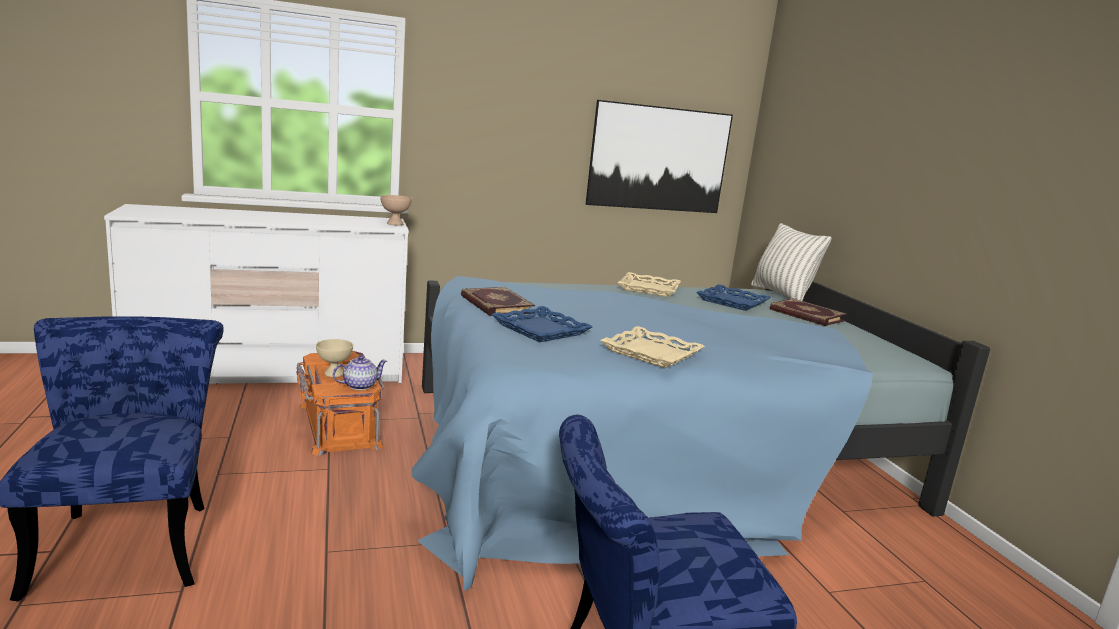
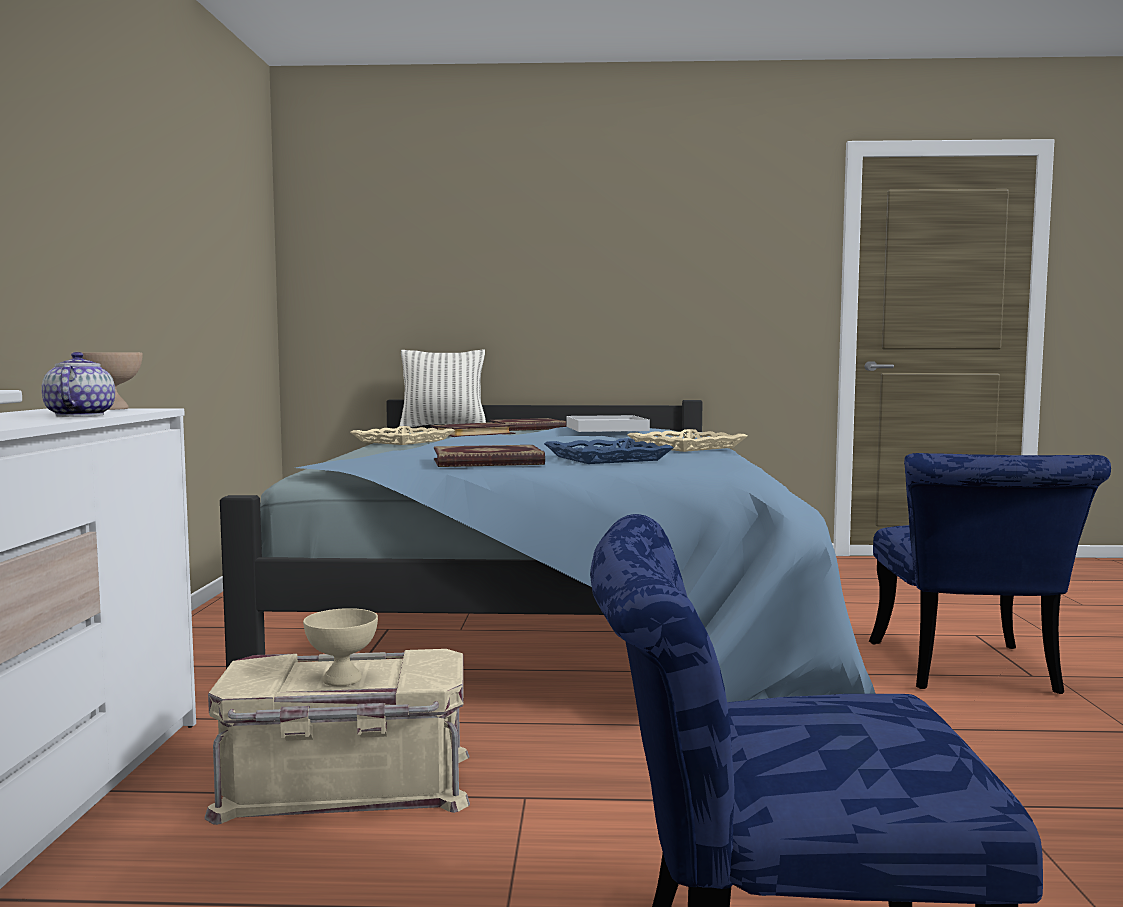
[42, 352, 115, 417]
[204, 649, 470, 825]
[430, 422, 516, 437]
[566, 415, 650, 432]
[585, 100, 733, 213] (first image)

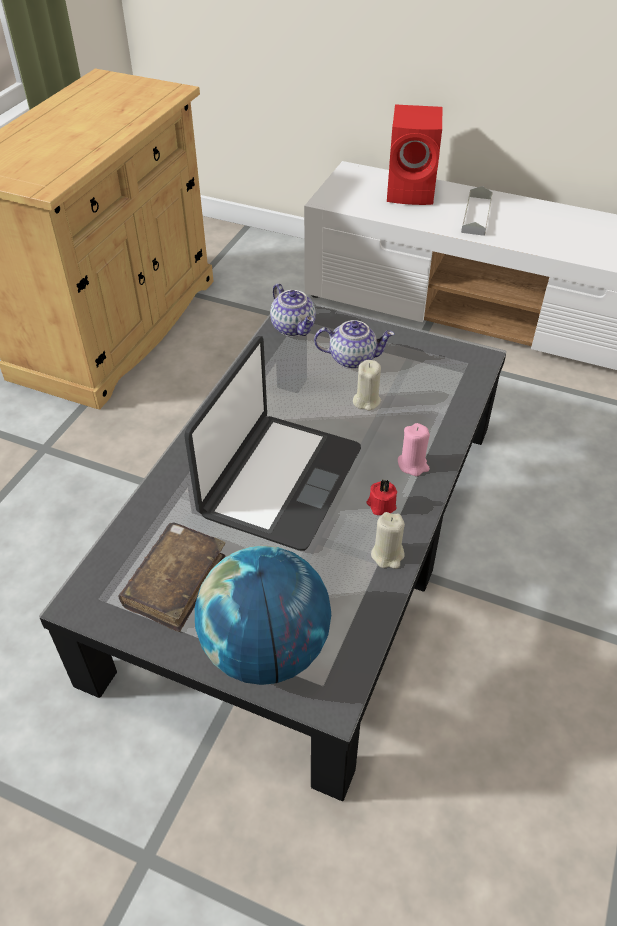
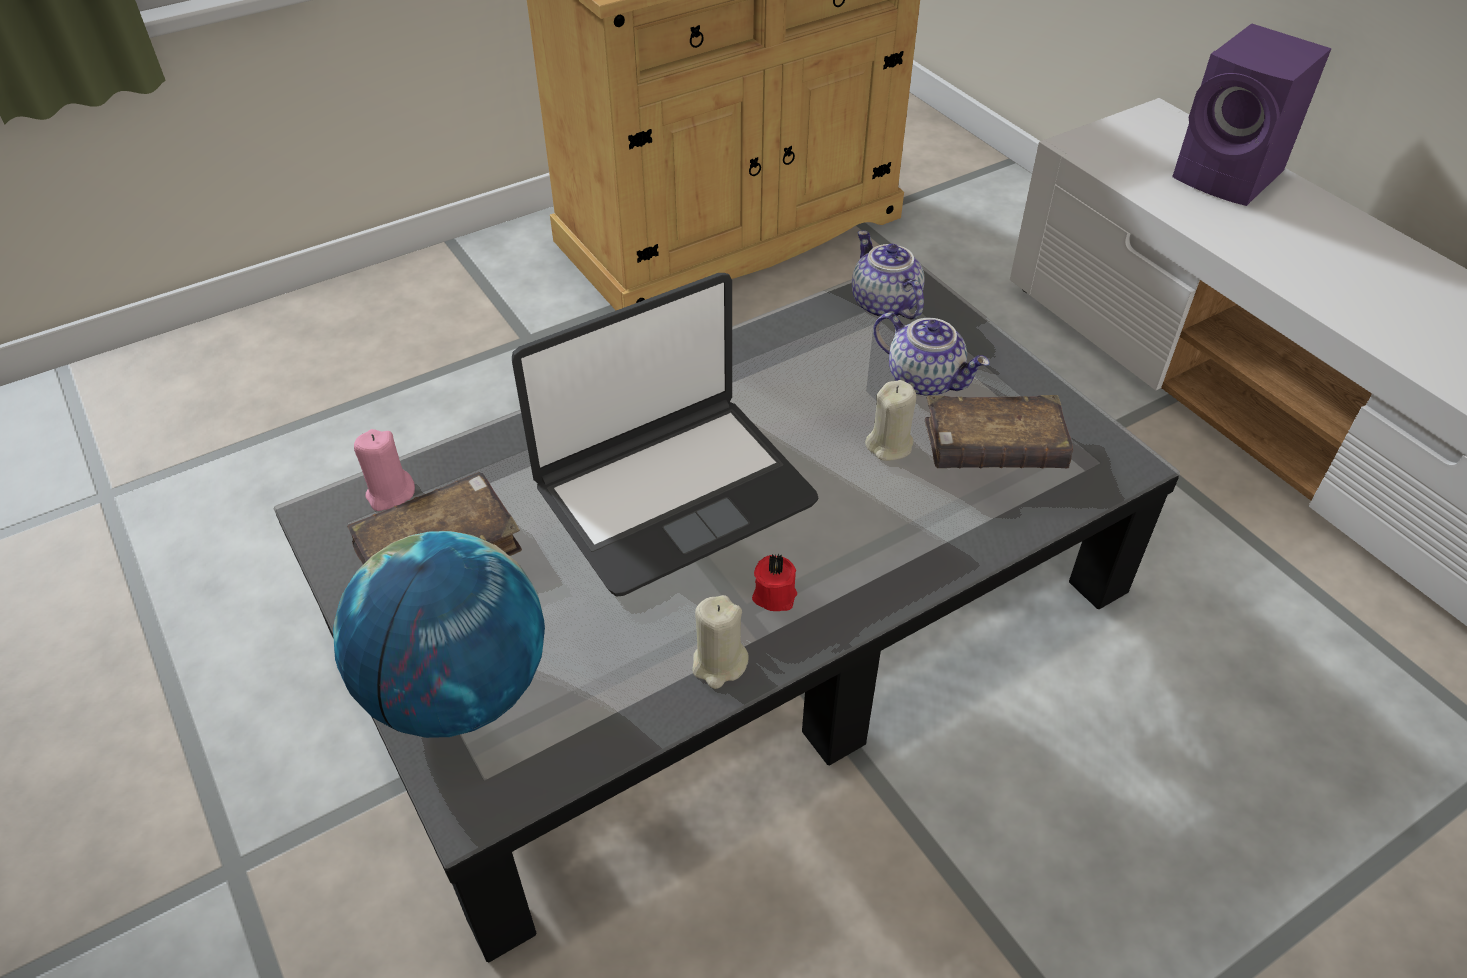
[354, 429, 415, 511]
[852, 230, 925, 319]
[925, 395, 1073, 469]
[1172, 23, 1332, 206]
[461, 186, 493, 236] (first image)

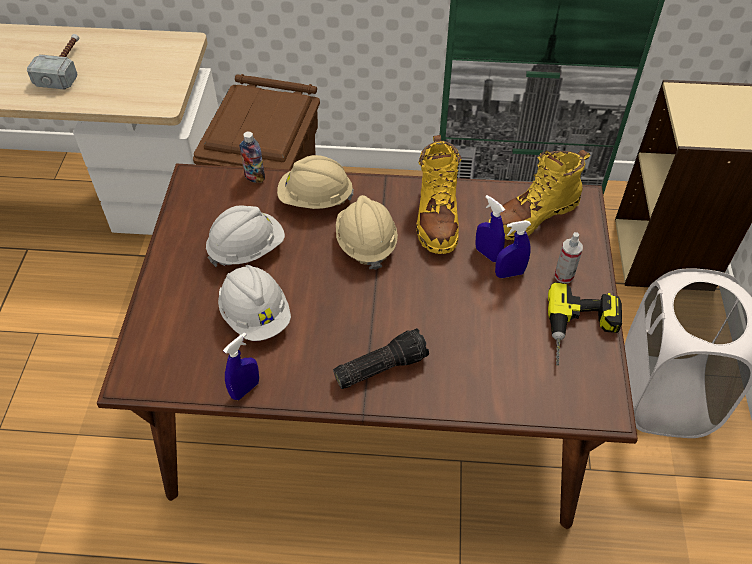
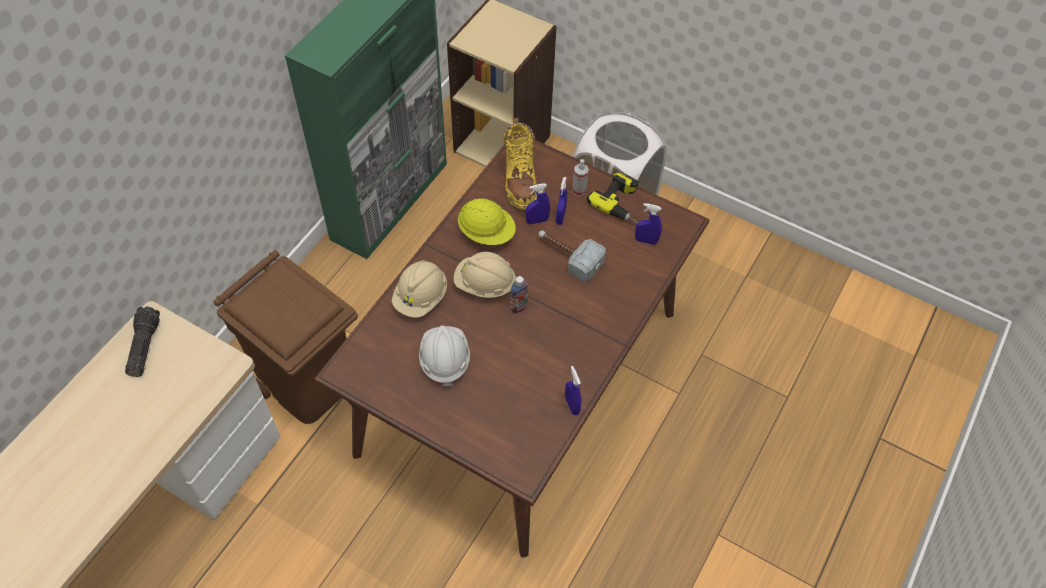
[125, 307, 160, 377]
[458, 198, 516, 245]
[510, 276, 528, 313]
[538, 230, 606, 282]
[635, 203, 662, 245]
[218, 265, 291, 341] (first image)

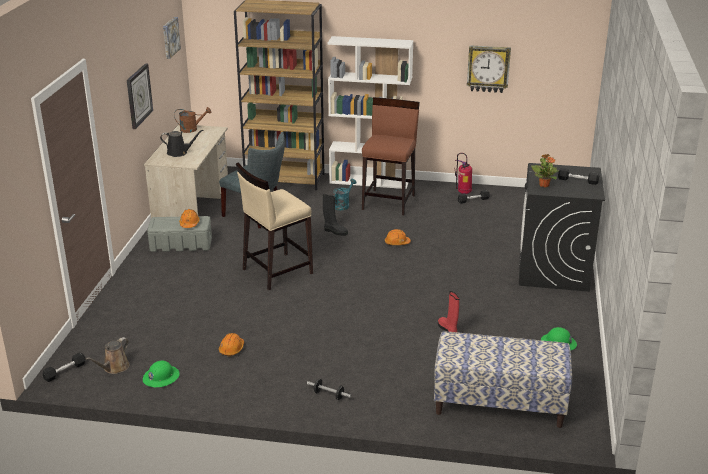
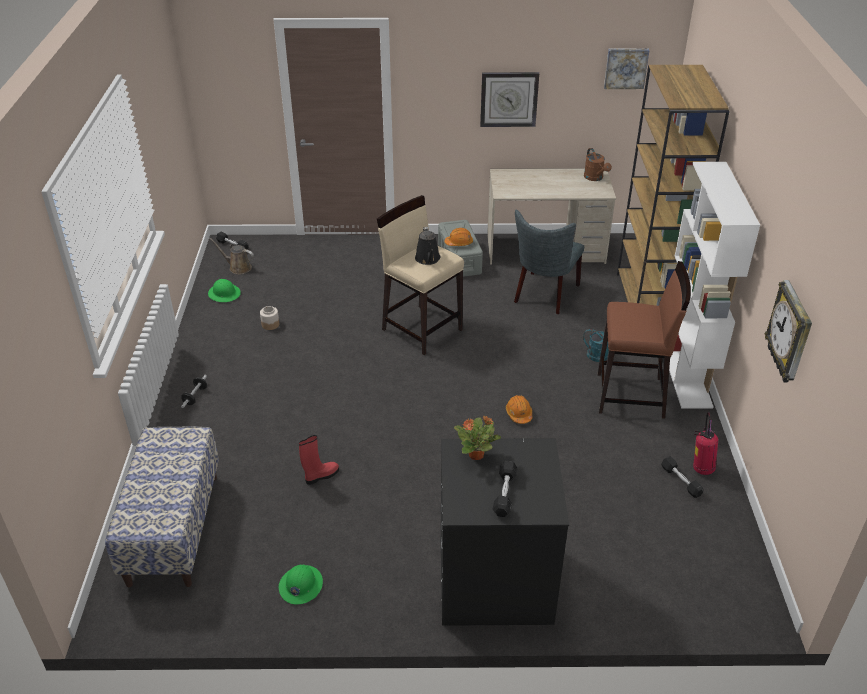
[260, 306, 279, 330]
[415, 227, 440, 265]
[323, 194, 348, 236] (first image)

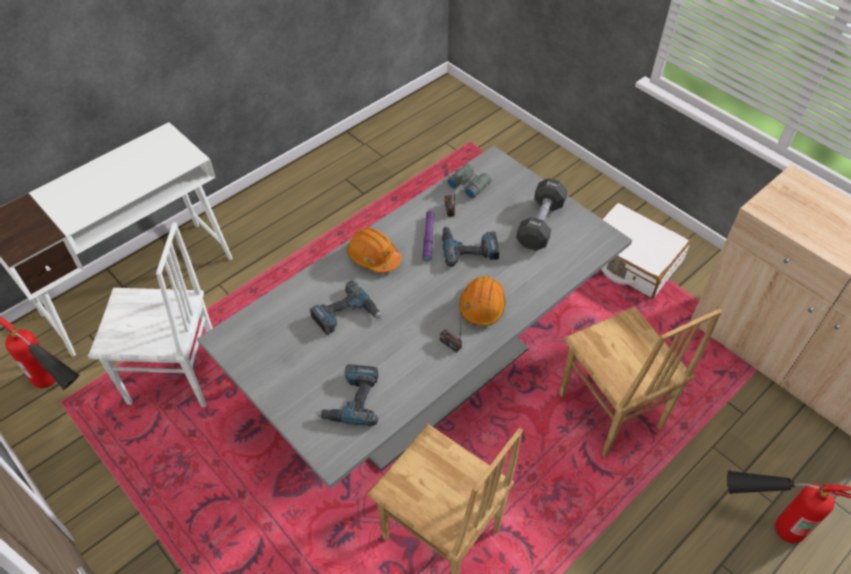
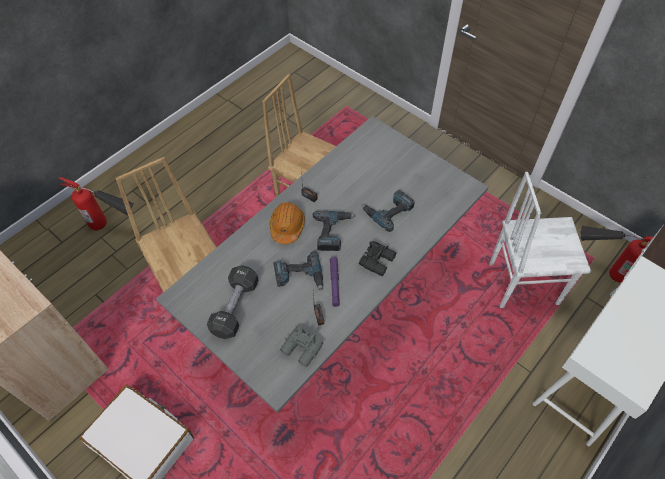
[313, 211, 355, 251]
[359, 241, 396, 276]

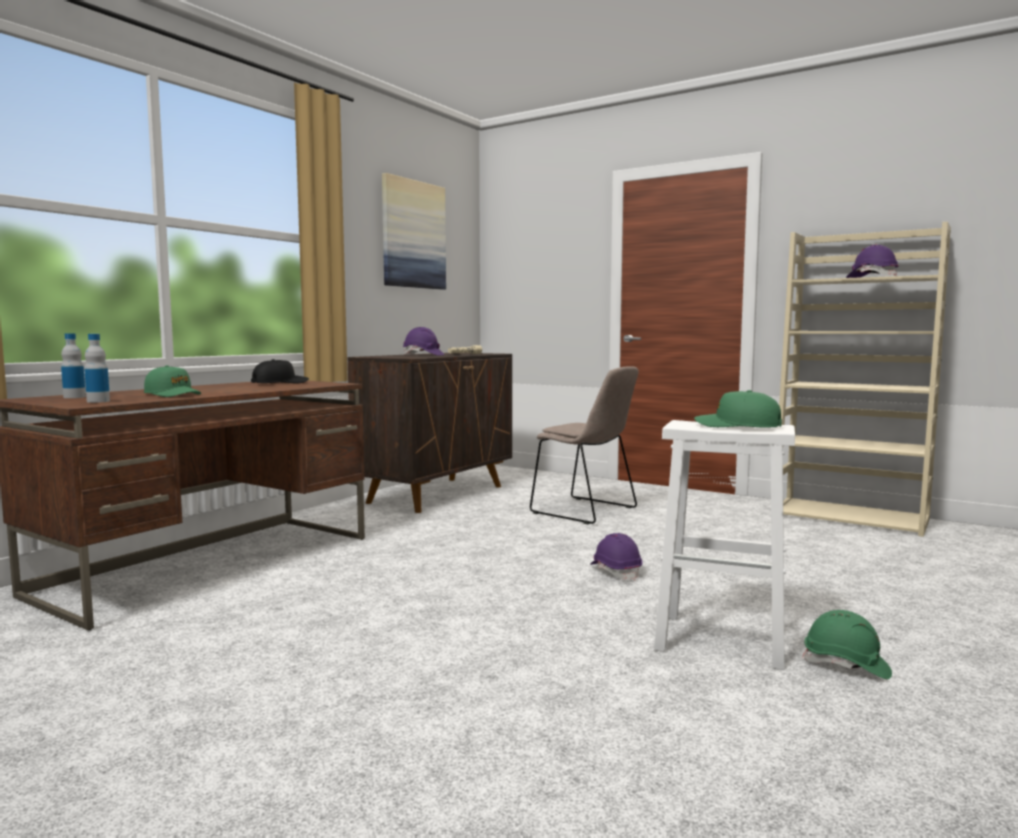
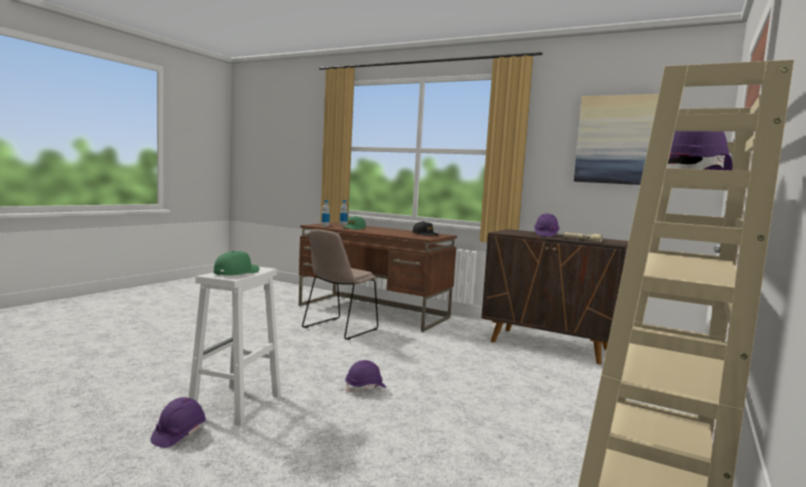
[150, 397, 206, 448]
[302, 229, 378, 340]

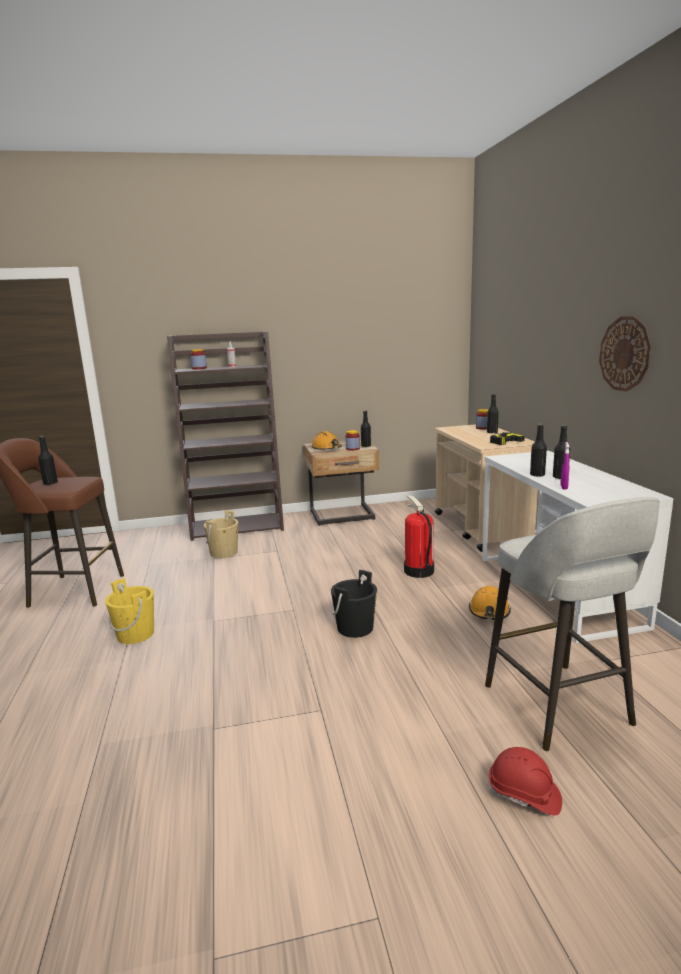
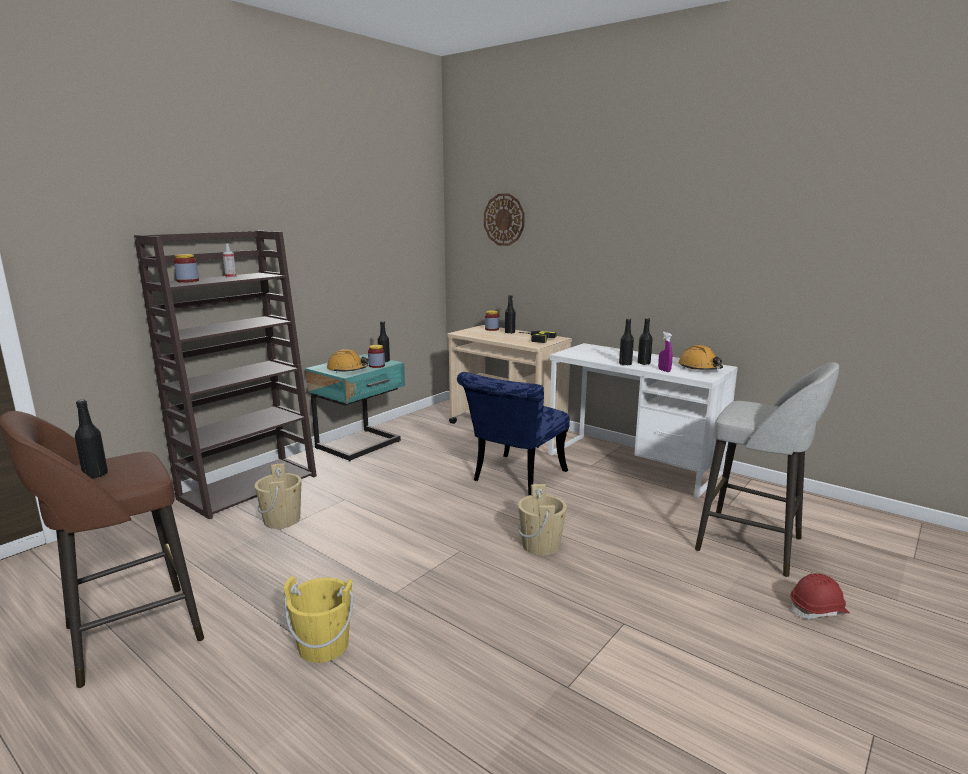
[305, 354, 405, 462]
[457, 372, 570, 495]
[484, 194, 525, 246]
[518, 484, 567, 556]
[678, 345, 723, 370]

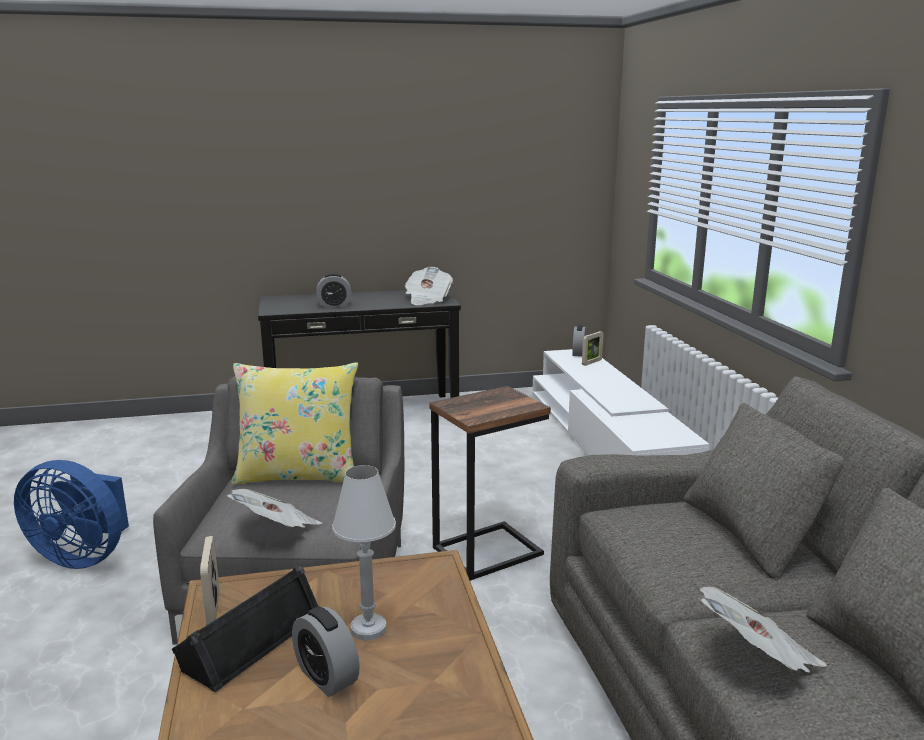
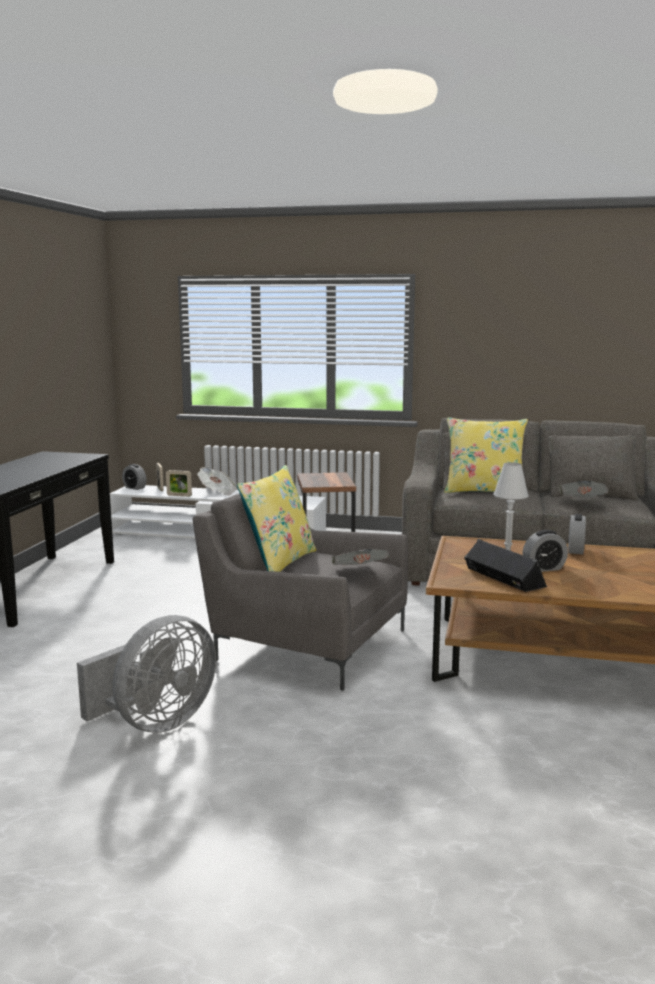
[77, 615, 216, 733]
[166, 470, 192, 497]
[197, 467, 238, 496]
[444, 417, 528, 493]
[568, 514, 586, 554]

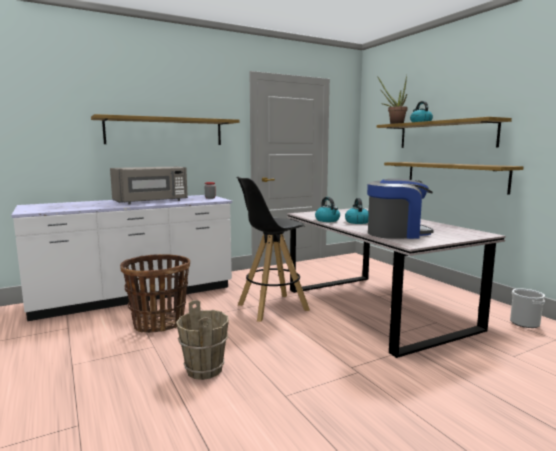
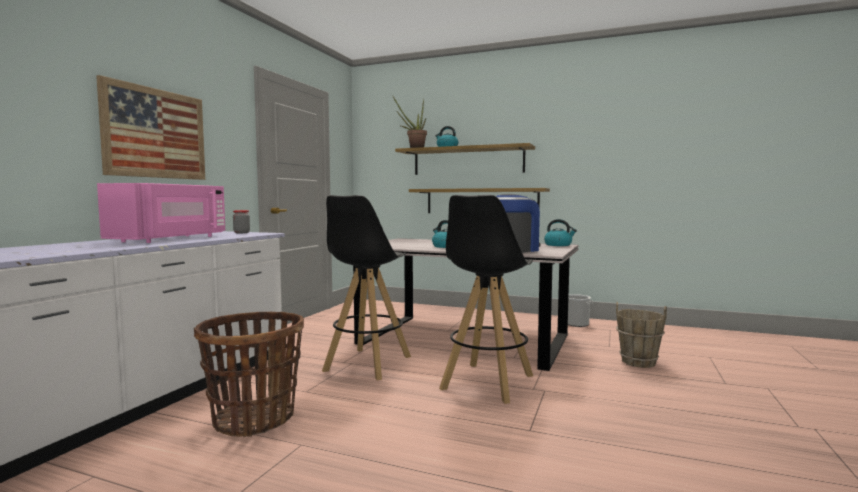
[96, 75, 205, 180]
[97, 183, 225, 243]
[439, 194, 533, 404]
[544, 219, 577, 246]
[616, 302, 667, 368]

